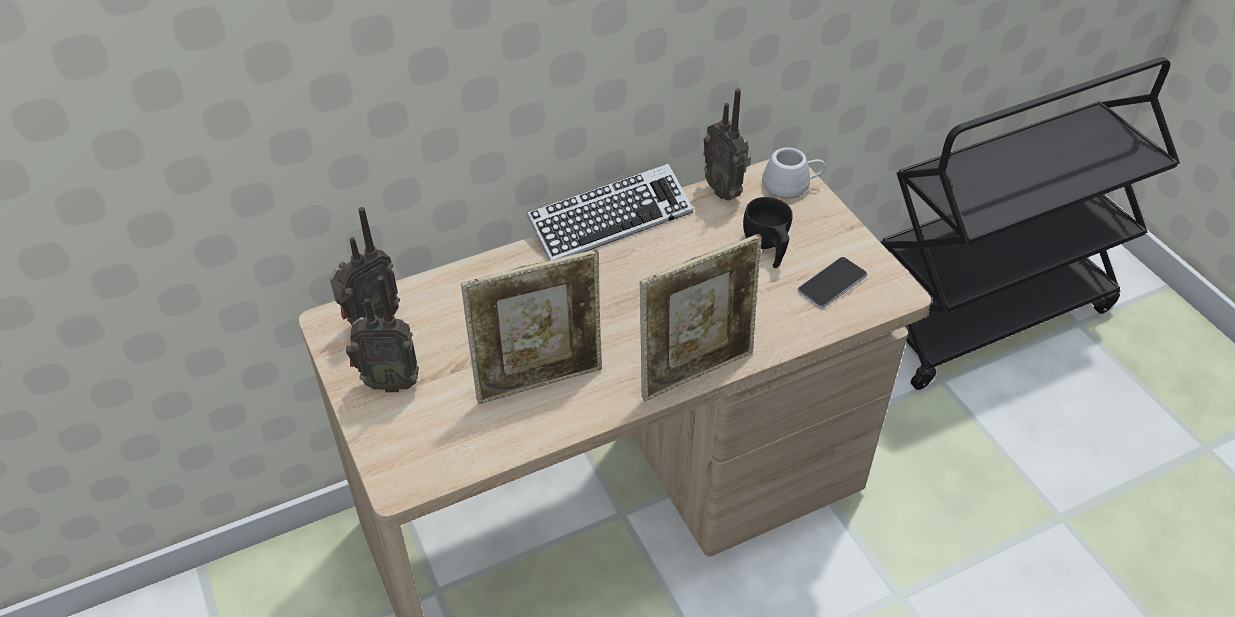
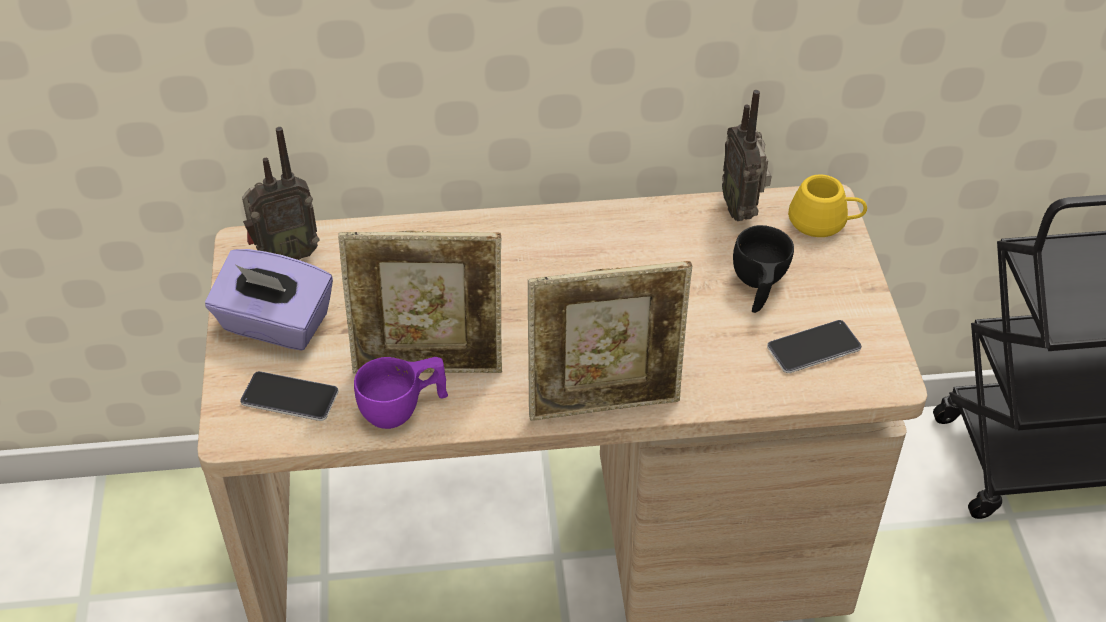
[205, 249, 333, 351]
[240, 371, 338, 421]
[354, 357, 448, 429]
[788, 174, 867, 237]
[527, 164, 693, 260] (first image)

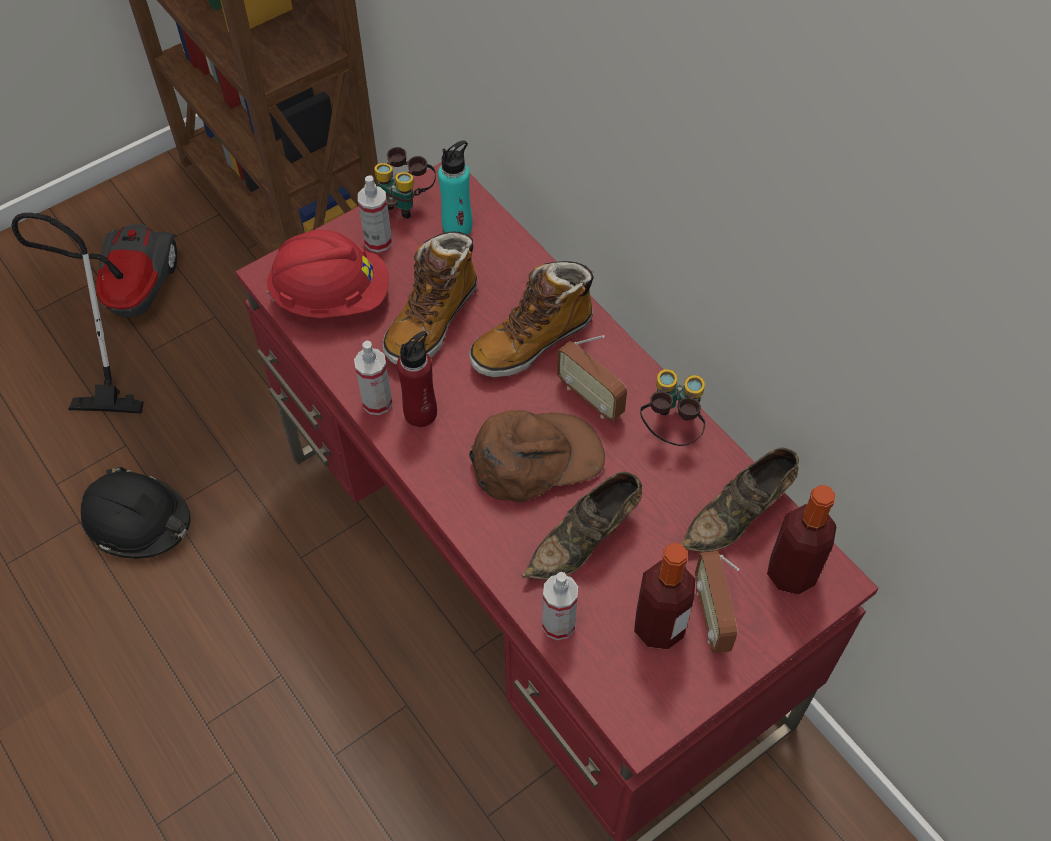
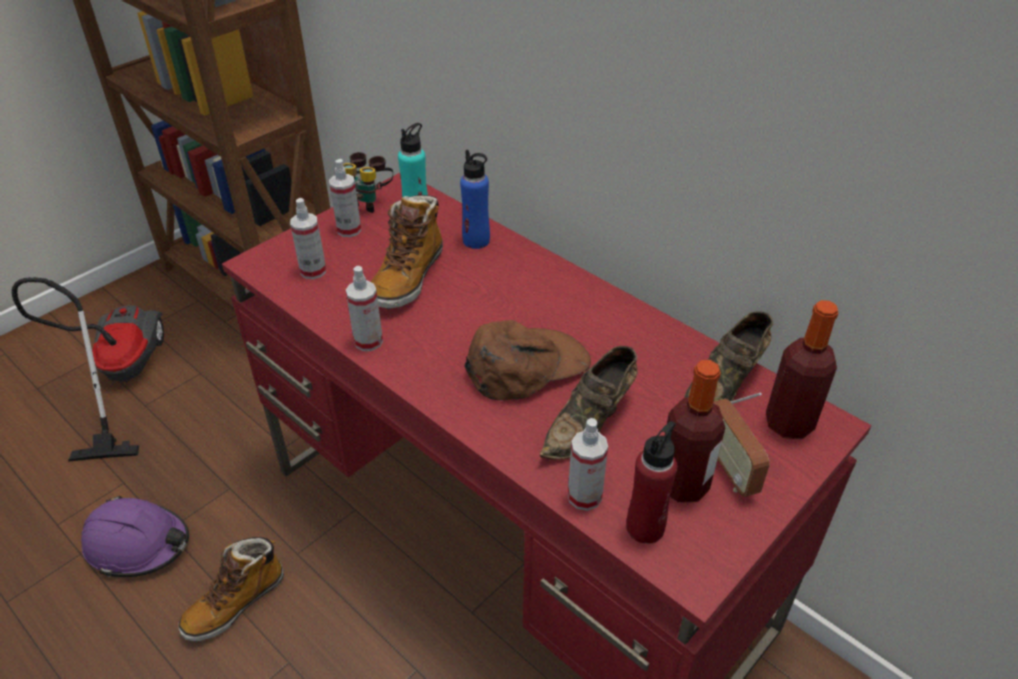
[81, 495, 189, 577]
[178, 537, 284, 641]
[290, 198, 326, 279]
[460, 150, 490, 249]
[626, 421, 677, 544]
[557, 335, 627, 422] (first image)
[640, 369, 705, 446] (first image)

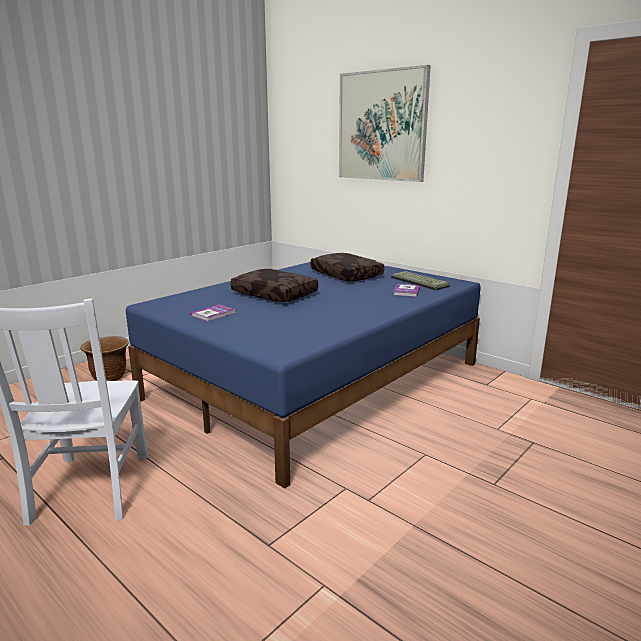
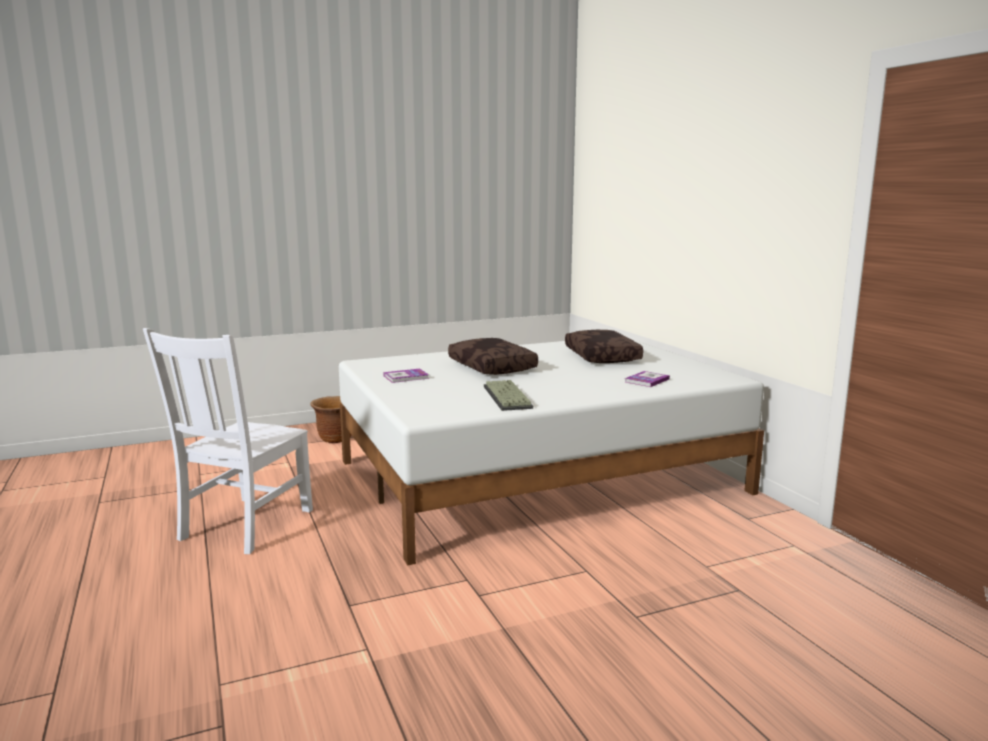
[339, 340, 764, 565]
[484, 380, 533, 411]
[339, 65, 431, 182] (first image)

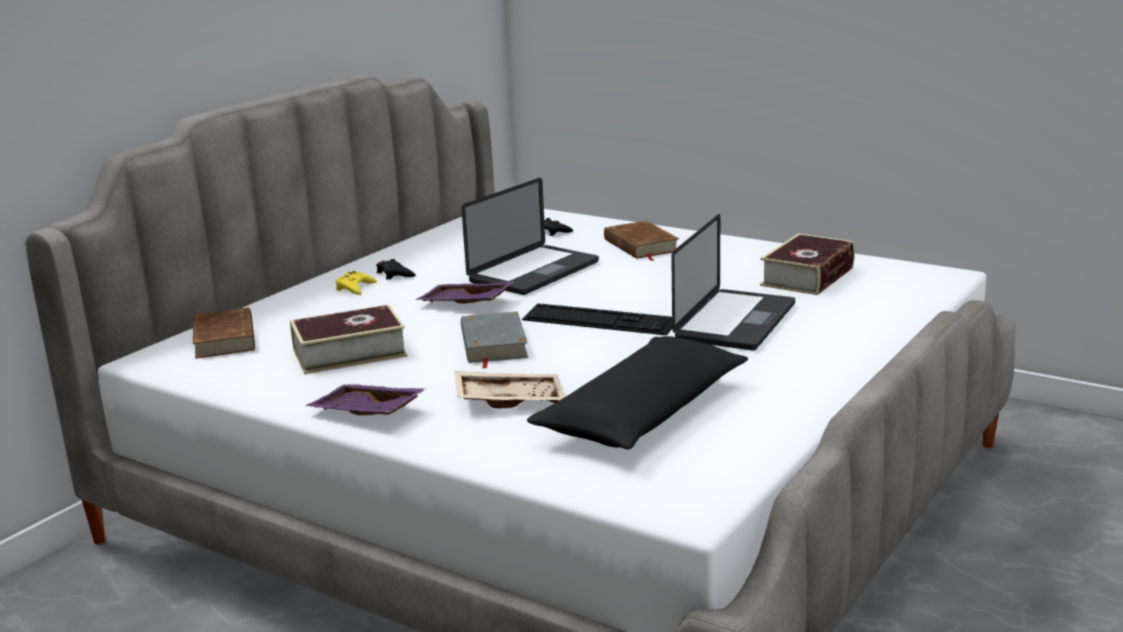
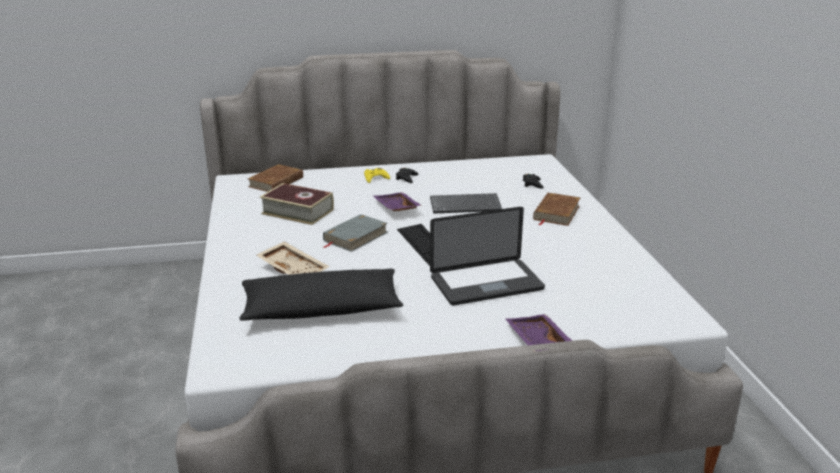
[430, 193, 502, 214]
[506, 314, 572, 352]
[760, 234, 855, 295] (first image)

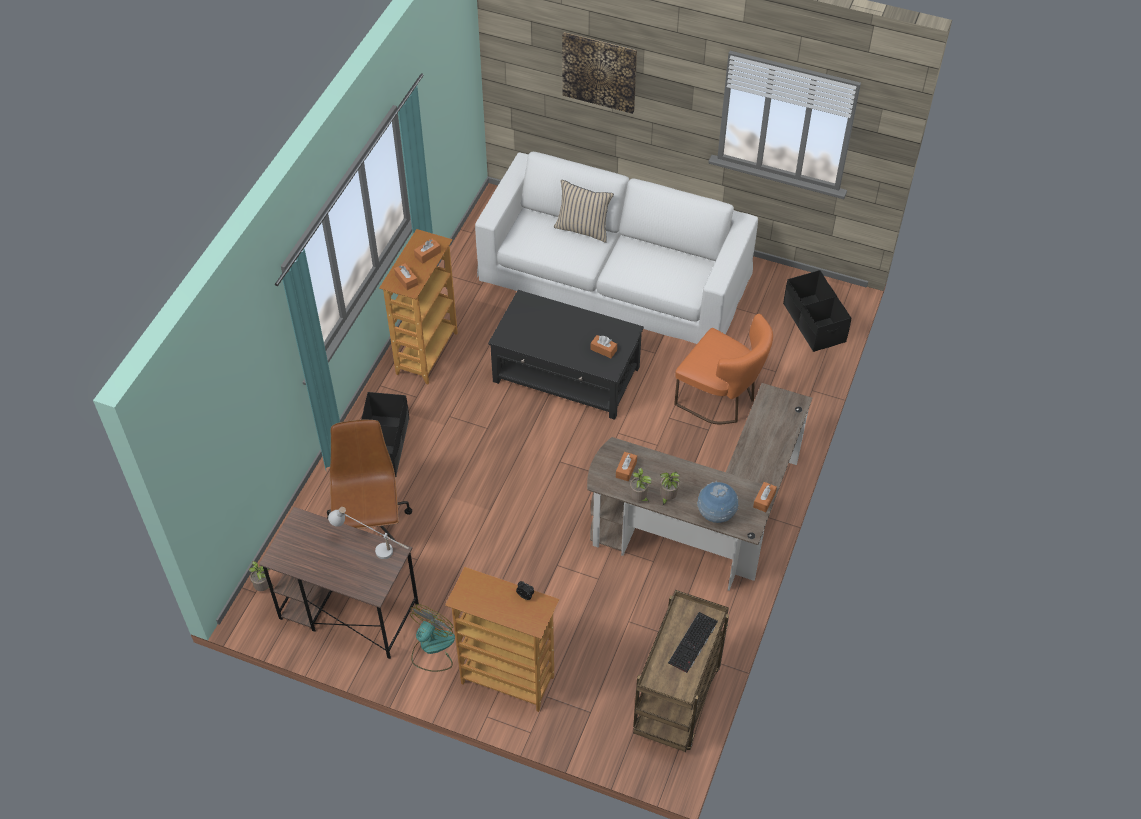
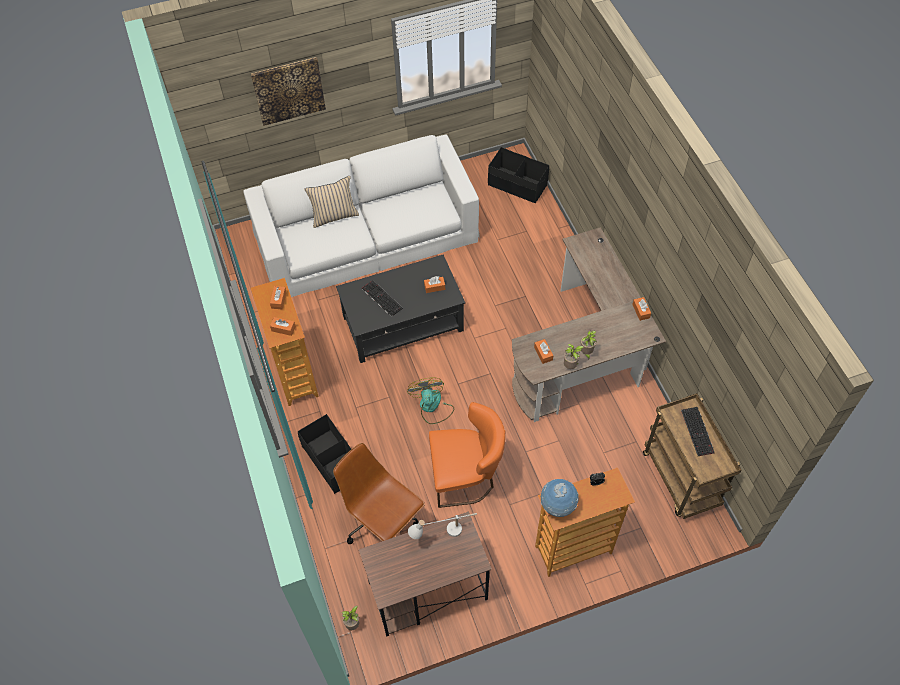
[362, 280, 403, 317]
[407, 378, 454, 424]
[429, 402, 505, 508]
[541, 479, 579, 517]

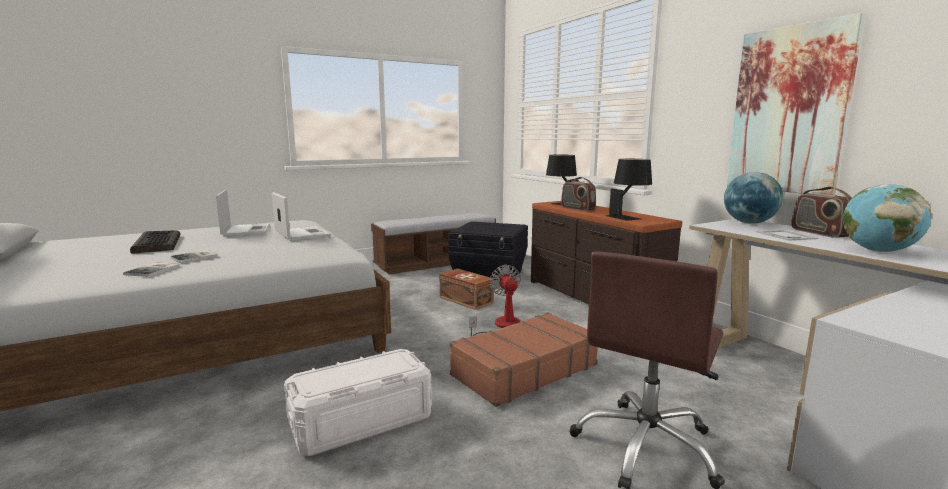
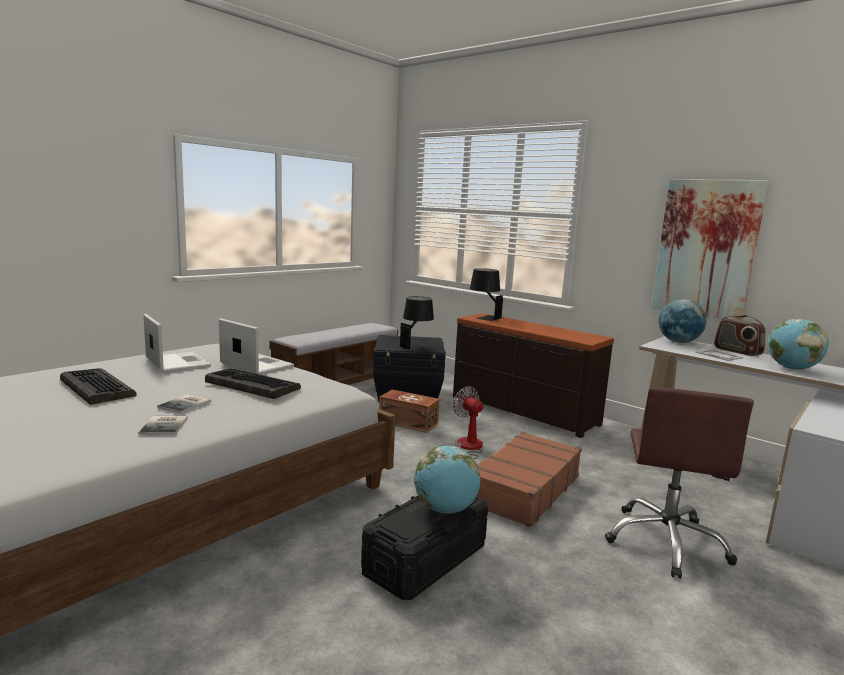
[205, 368, 301, 399]
[361, 496, 488, 600]
[397, 296, 434, 351]
[414, 445, 480, 514]
[561, 177, 596, 211] (first image)

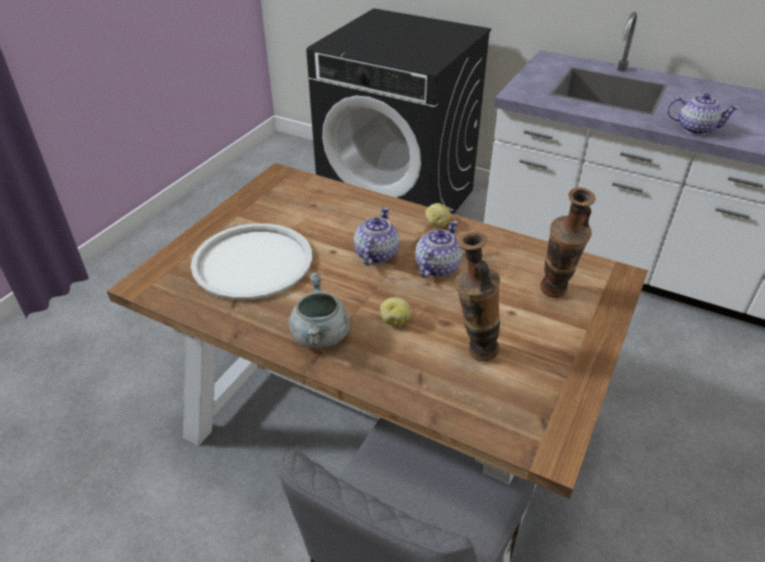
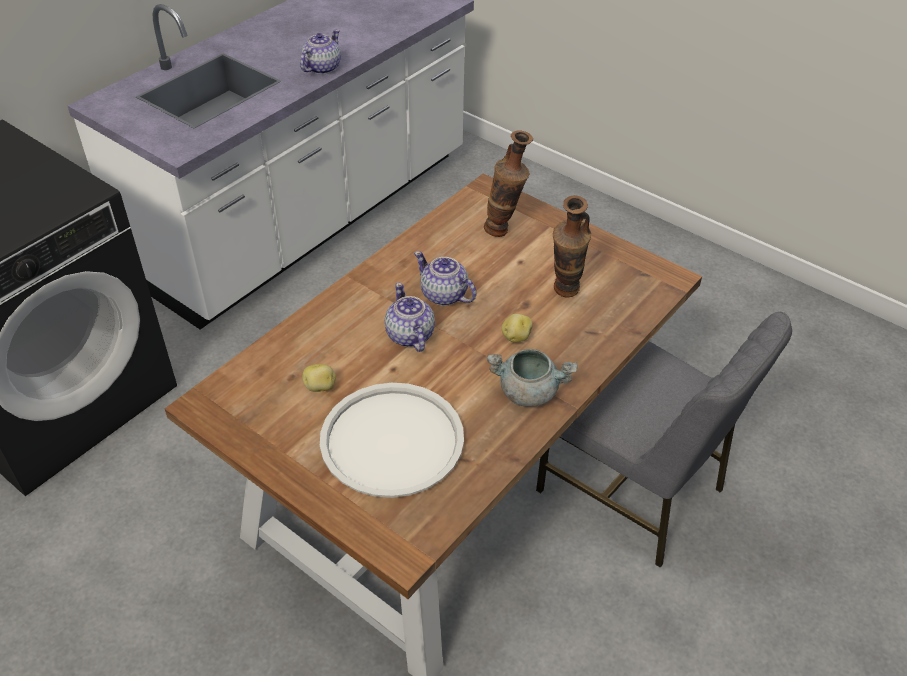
[302, 364, 336, 392]
[385, 283, 435, 352]

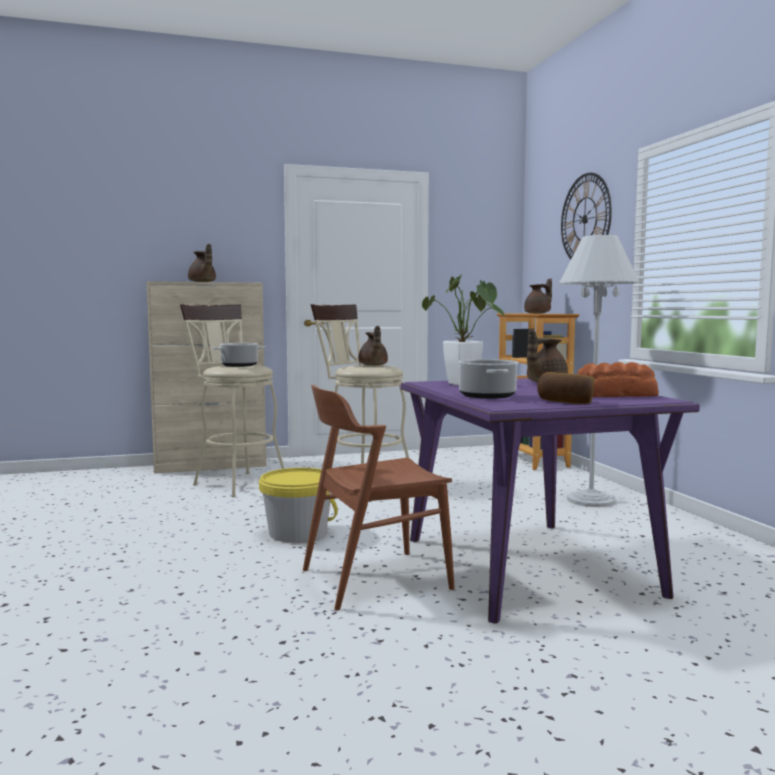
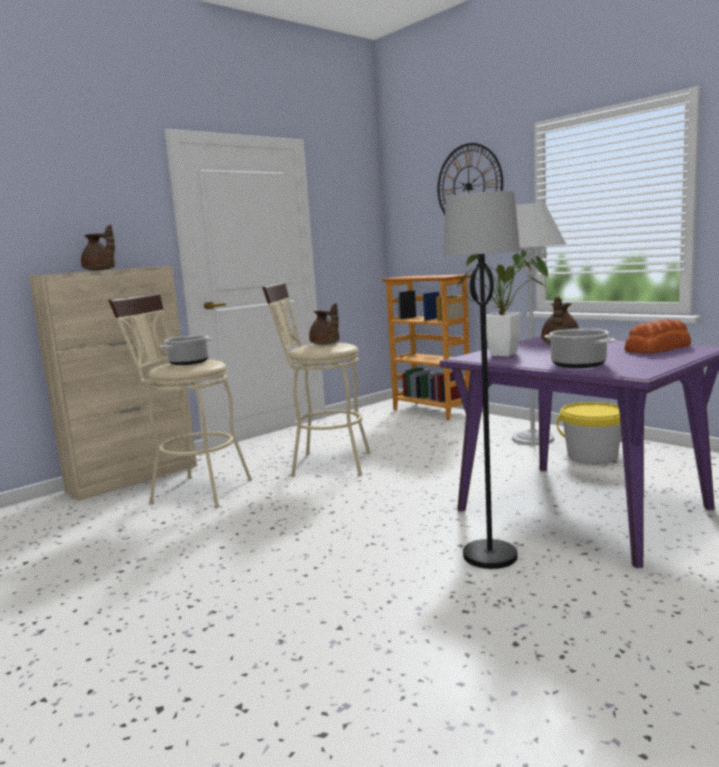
[443, 191, 520, 569]
[557, 402, 621, 464]
[524, 278, 552, 314] (first image)
[537, 372, 594, 404] (first image)

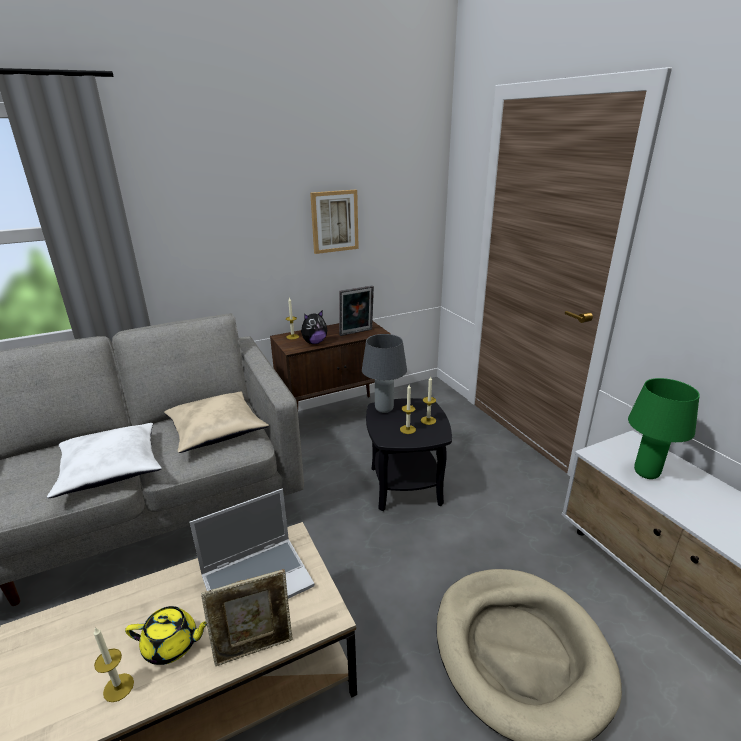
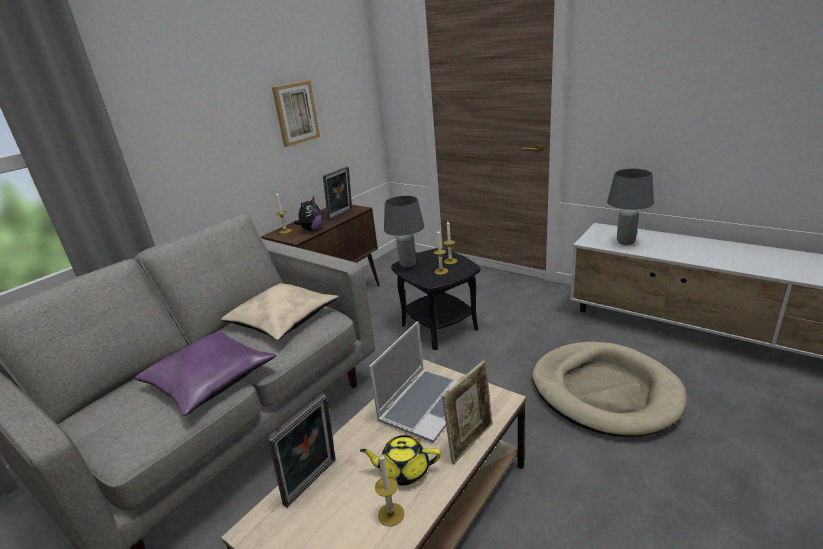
[135, 330, 277, 416]
[268, 394, 336, 508]
[360, 435, 441, 485]
[607, 168, 654, 245]

